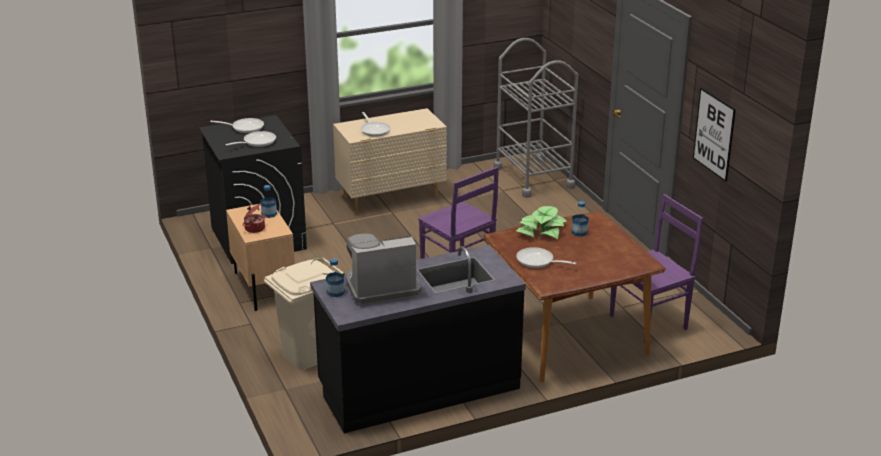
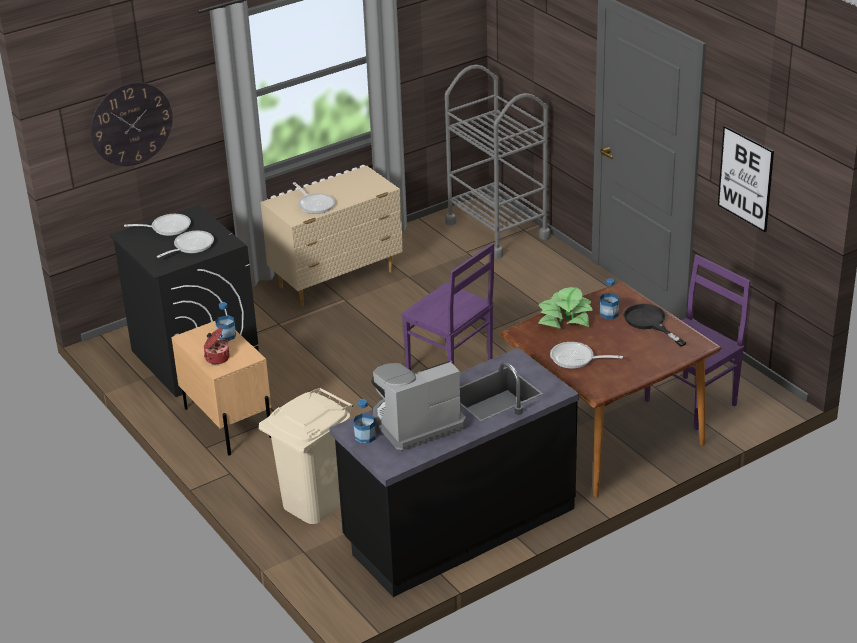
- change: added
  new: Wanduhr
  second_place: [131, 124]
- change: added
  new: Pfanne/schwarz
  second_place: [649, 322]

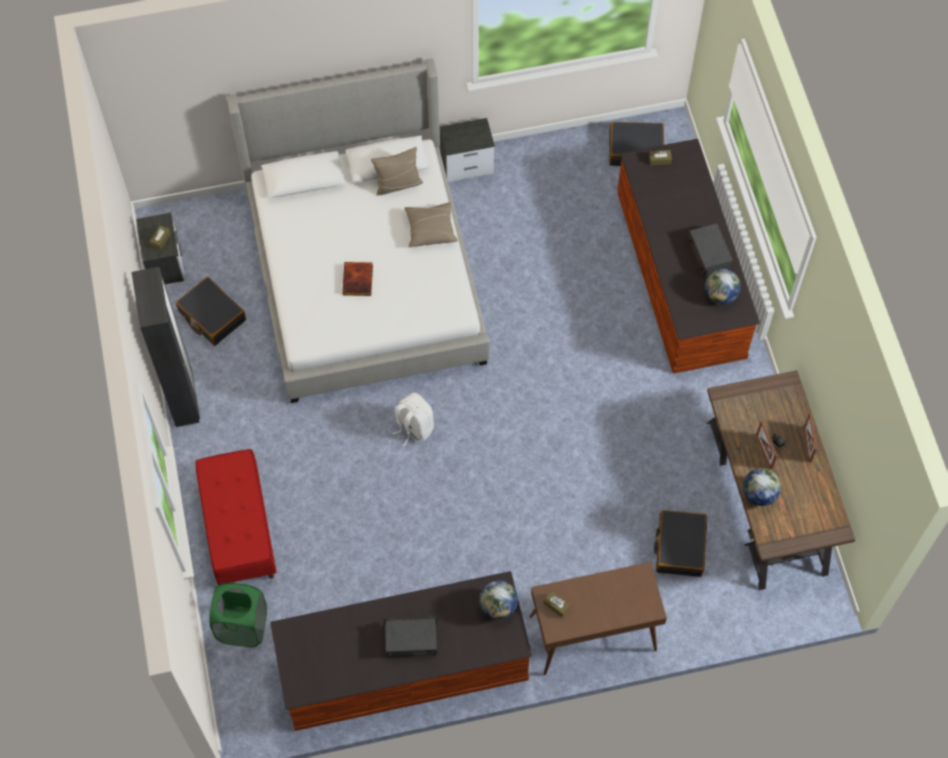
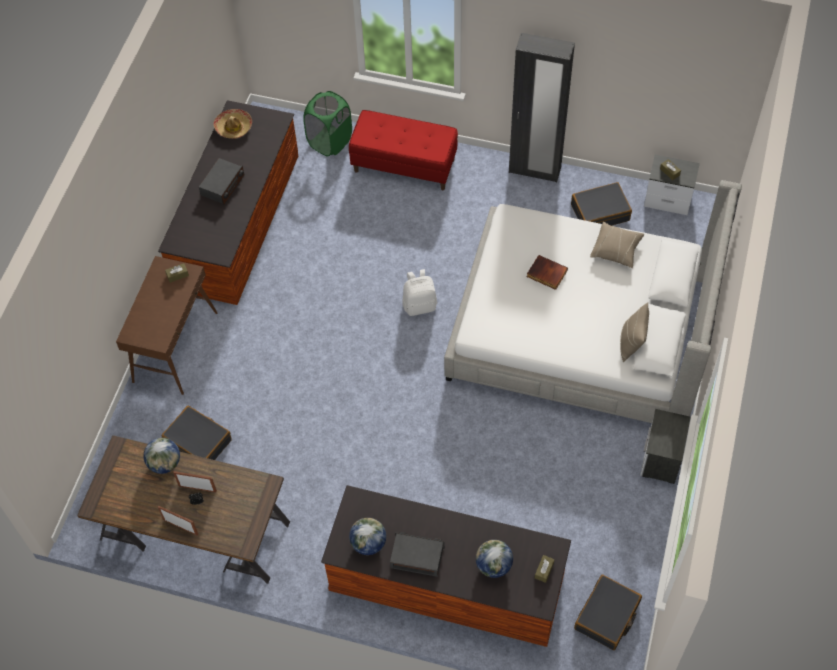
- change: added
  new: Hut
  second_place: [233, 127]
- change: moved
  old: Kissen/beige
  first_place: [430, 229]
  second_place: [616, 250]
- change: moved
  old: Globus
  first_place: [498, 606]
  second_place: [493, 565]

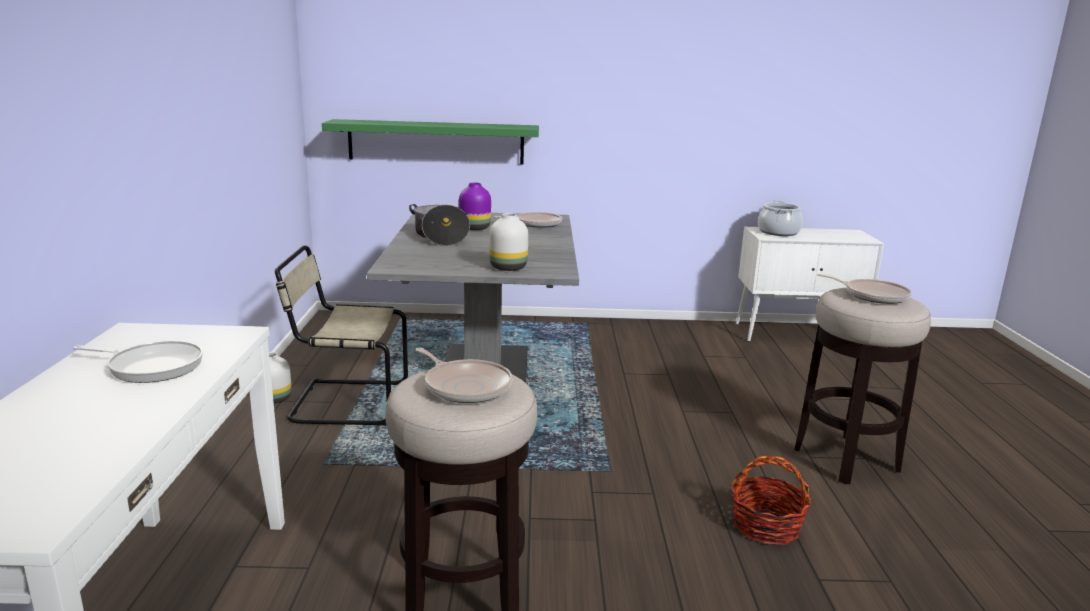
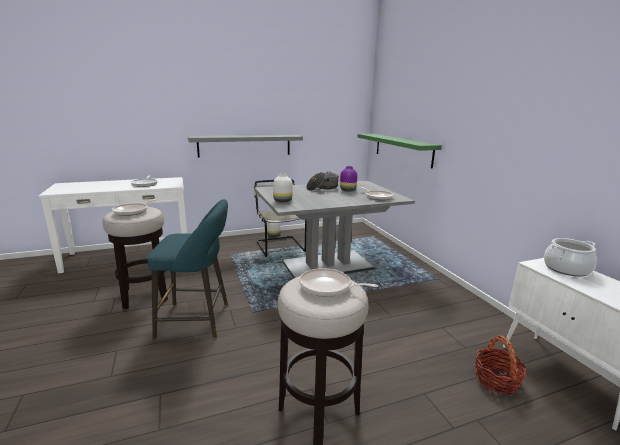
- change: added
  new: Hocker/türkis
  second_place: [198, 320]
- change: added
  new: Wandregal/grau
  second_place: [245, 145]
- change: moved
  old: Korb
  first_place: [766, 526]
  second_place: [496, 380]
- change: turned
  old: Pfanne
  first_place: [872, 295]
  second_place: [328, 287]
  degrees: 90

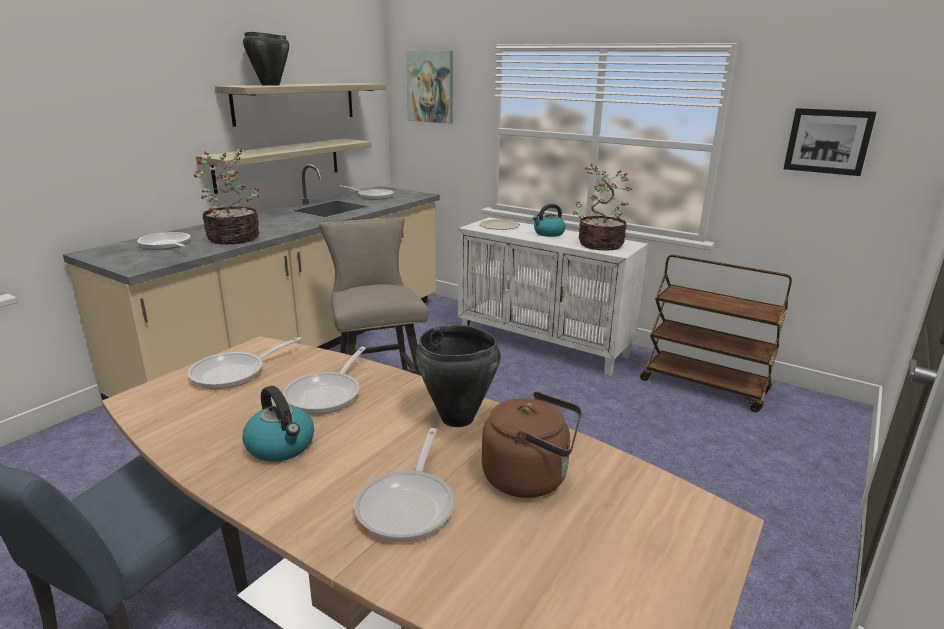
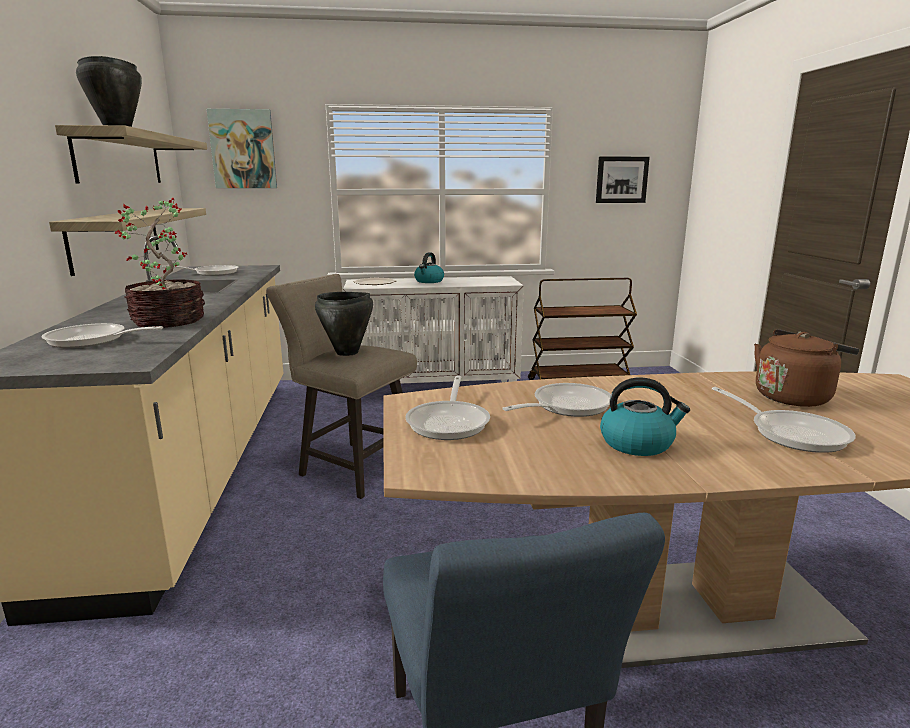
- change: removed
  old: Topfpflanze
  first_place: [599, 245]
- change: moved
  old: Kochtopf/schwarz
  first_place: [457, 419]
  second_place: [347, 353]
- change: turned
  old: Pfanne
  first_place: [327, 394]
  second_place: [566, 406]
  degrees: -105

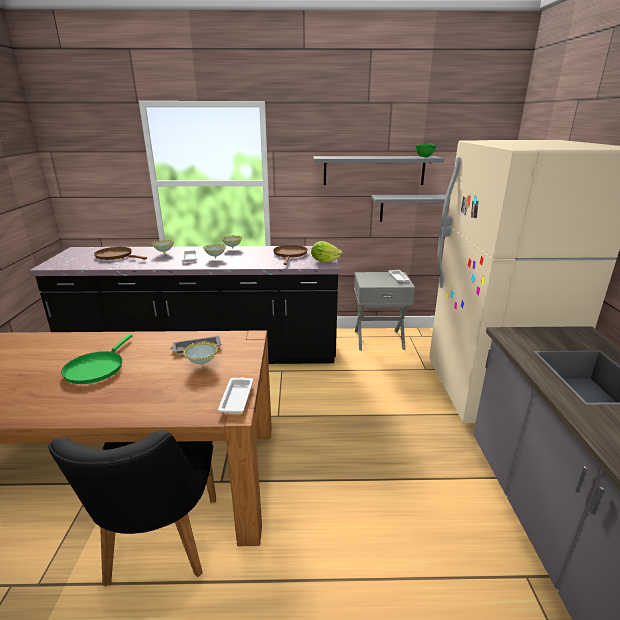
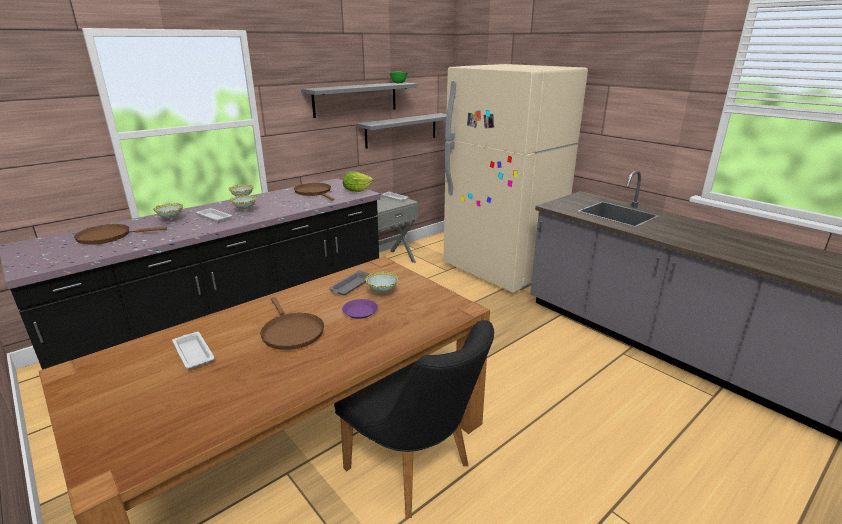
- change: added
  new: Teller/lila
  second_place: [360, 311]
- change: moved
  old: Tablett/weiß
  first_place: [237, 397]
  second_place: [193, 353]
- change: recoloured
  old: Pfanne/grün
  new: Pfanne/braun
  first_place: [96, 368]
  second_place: [291, 332]

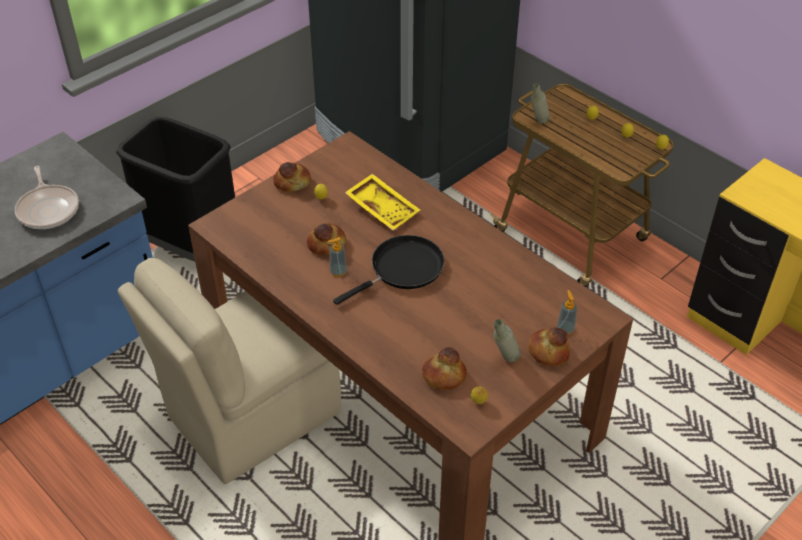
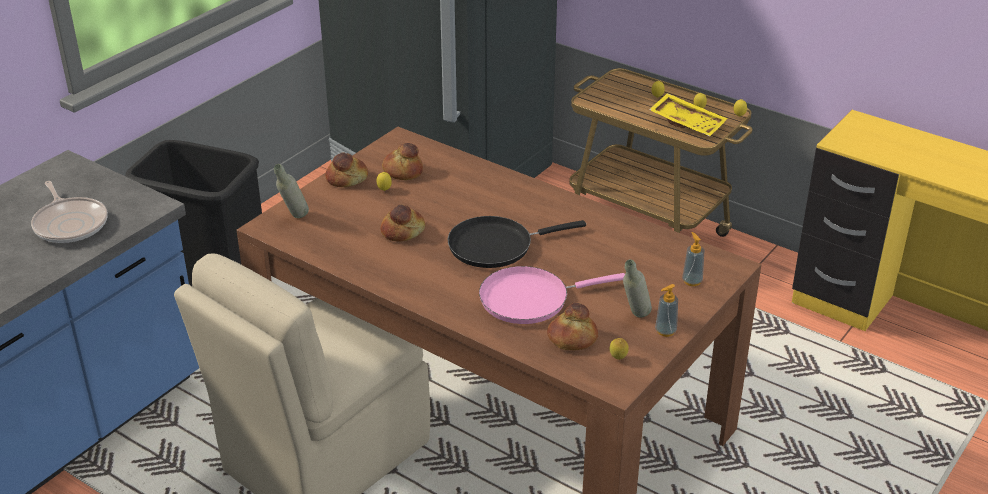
- change: added
  new: Pfanne/rosa
  second_place: [530, 299]
- change: moved
  old: Seifenspender
  first_place: [338, 271]
  second_place: [665, 331]
- change: moved
  old: Tablett/gelb
  first_place: [383, 208]
  second_place: [687, 122]
- change: moved
  old: Brot
  first_place: [548, 352]
  second_place: [403, 171]
- change: moved
  old: Flasche/grau
  first_place: [537, 124]
  second_place: [294, 219]
- change: turned
  old: Pfanne/schwarz
  first_place: [402, 269]
  second_place: [496, 246]
  degrees: -150

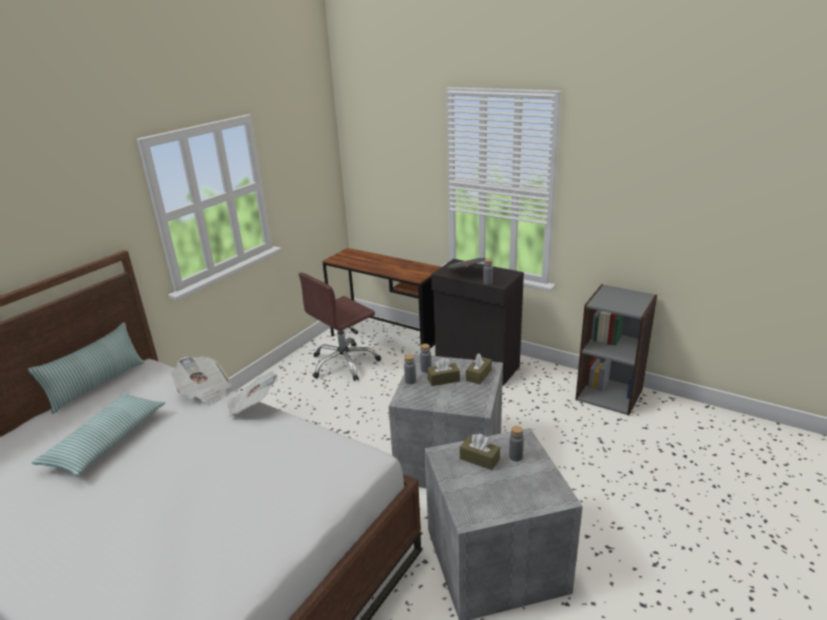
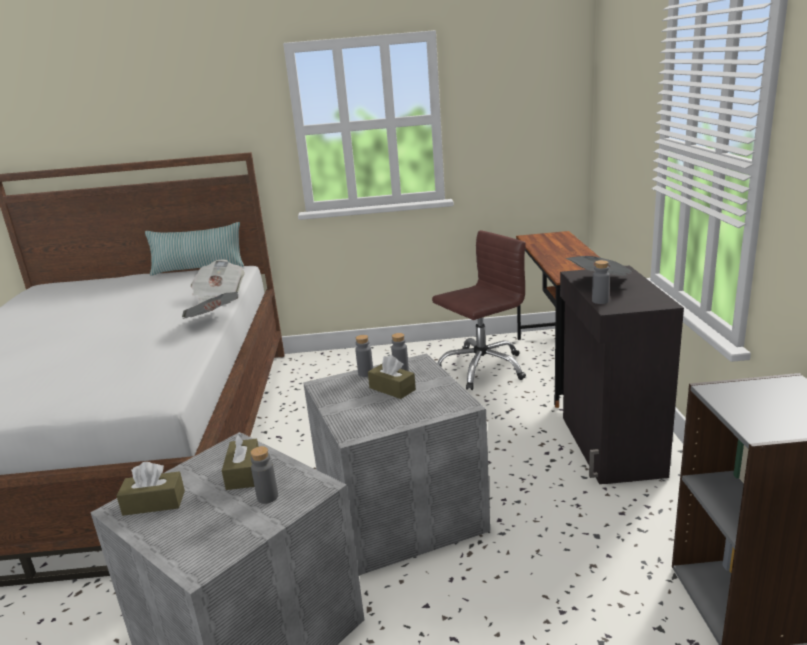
- change: removed
  old: Kissen
  first_place: [106, 441]
- change: moved
  old: Taschentuchbox/braun
  first_place: [478, 375]
  second_place: [154, 503]
- change: turned
  old: Bürostuhl/braun
  first_place: [344, 363]
  second_place: [481, 368]
  degrees: 135

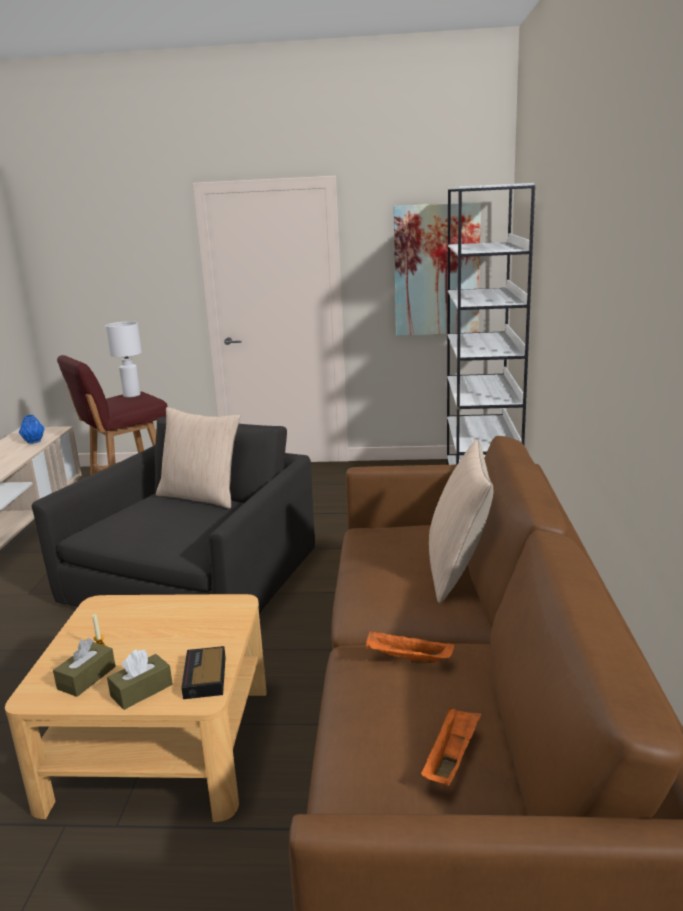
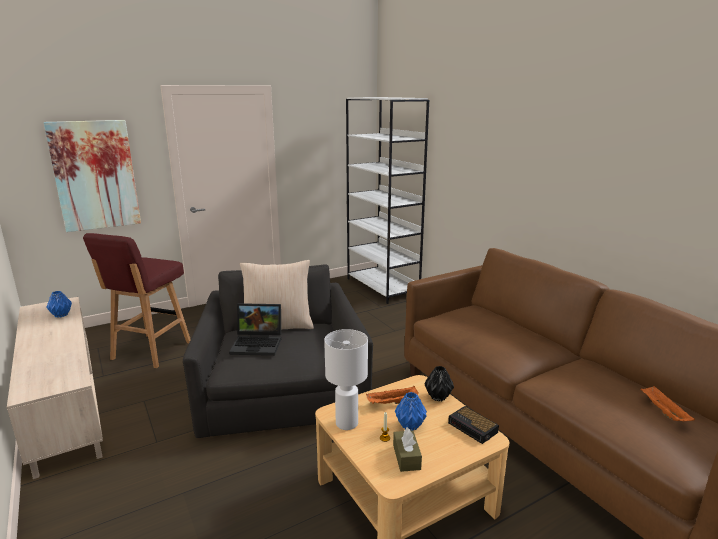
- change: removed
  old: Taschentuchbox/braun
  first_place: [141, 690]
- change: removed
  old: Kissen/beige
  first_place: [457, 570]
- change: added
  new: Laptop
  second_place: [258, 344]
- change: added
  new: Vase/blau
  second_place: [410, 426]
- change: added
  new: Vase/schwarz
  second_place: [439, 397]
- change: moved
  old: Tischlampe/weiß
  first_place: [131, 395]
  second_place: [346, 423]
- change: moved
  old: Tablett/orange
  first_place: [407, 659]
  second_place: [391, 403]
- change: moved
  old: Bild
  first_place: [436, 270]
  second_place: [95, 175]

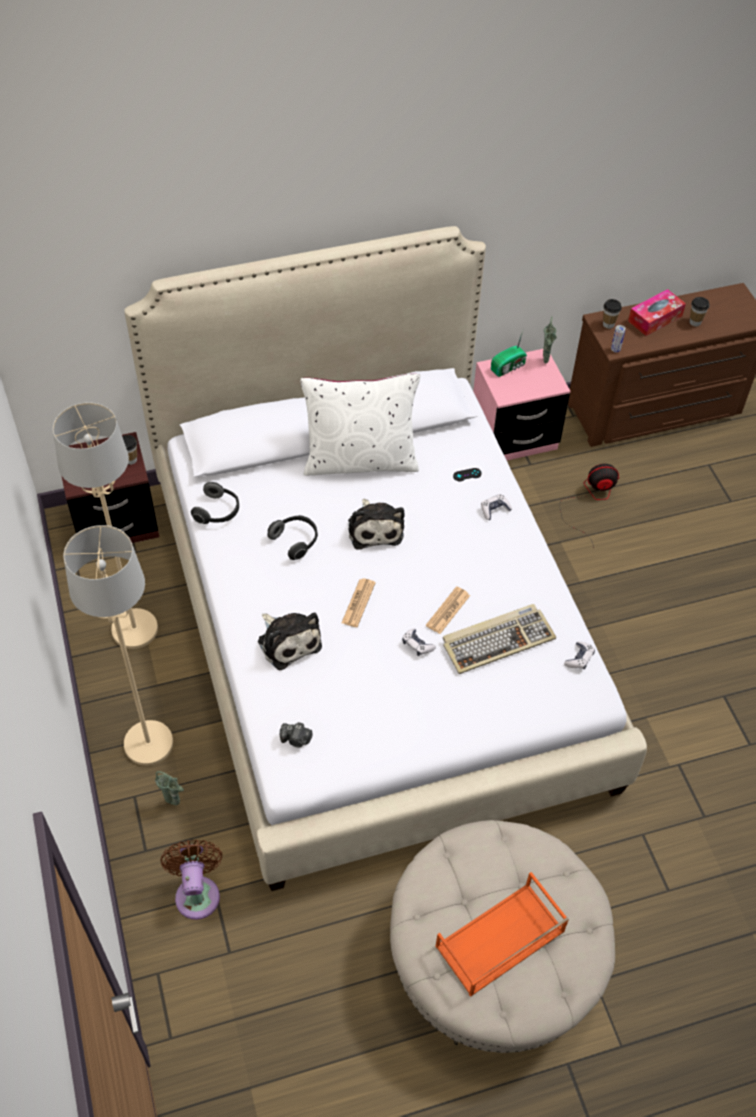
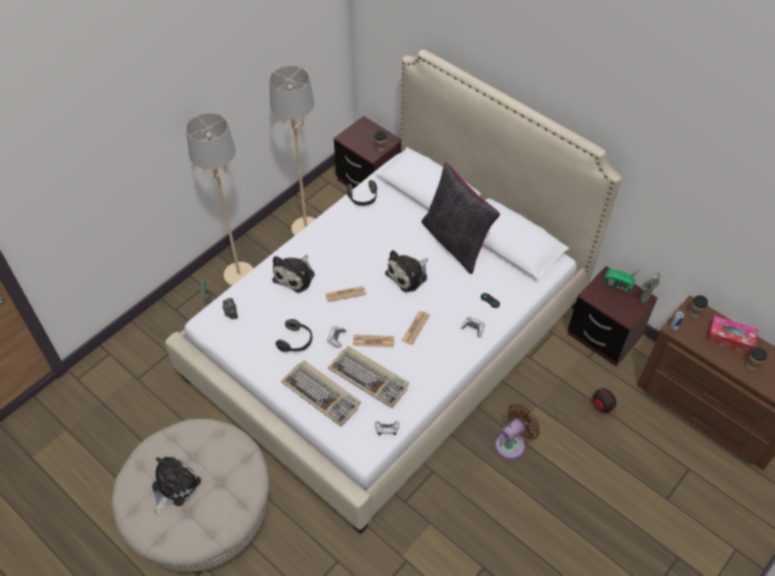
- change: added
  new: Tastatur
  second_place: [322, 394]
- change: added
  new: Zeitung
  second_place: [415, 328]
- change: moved
  old: Ventilator/braun
  first_place: [197, 892]
  second_place: [512, 443]
- change: moved
  old: Kopfhörer
  first_place: [296, 541]
  second_place: [296, 341]
- change: replaced
  old: Tablett/orange
  new: Plüschtier
  first_place: [499, 940]
  second_place: [174, 486]
- change: recoloured
  old: Kissen/weiß
  new: Kissen/schwarz
  first_place: [360, 460]
  second_place: [456, 242]
- change: recoloured
  old: Nachttisch/rosa
  new: Nachttisch/braun
  first_place: [513, 436]
  second_place: [603, 336]

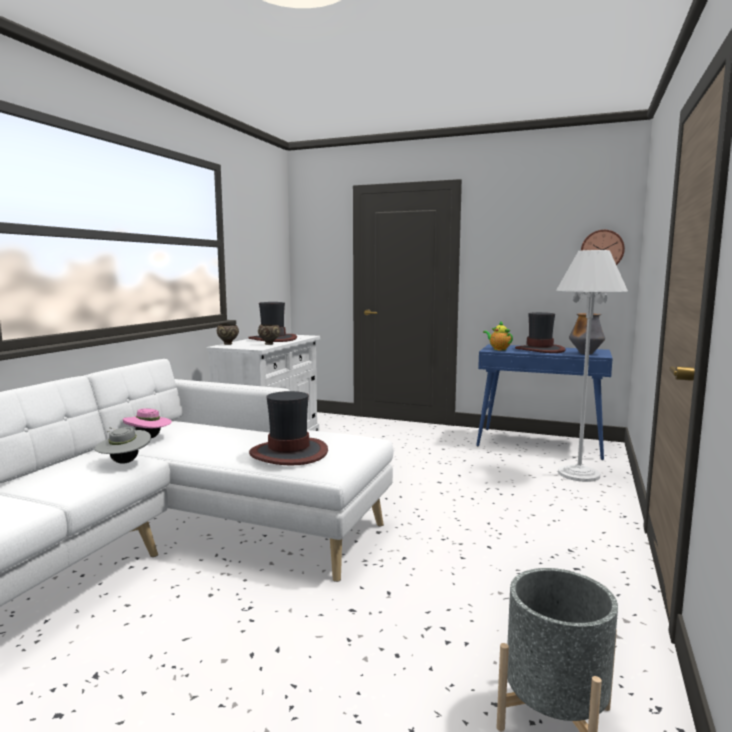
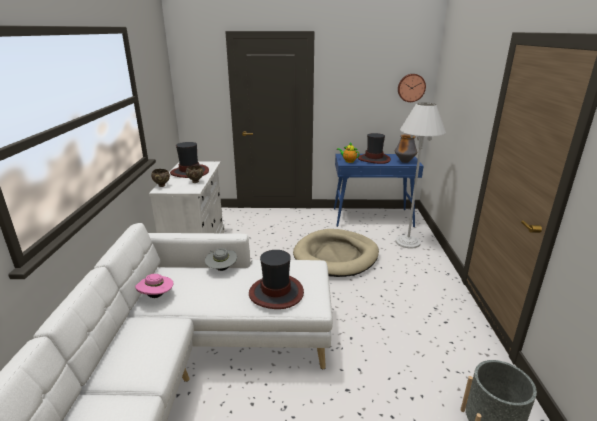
- change: added
  new: Hundebett/beige
  second_place: [336, 256]
- change: moved
  old: Hut/grau
  first_place: [124, 462]
  second_place: [221, 269]

